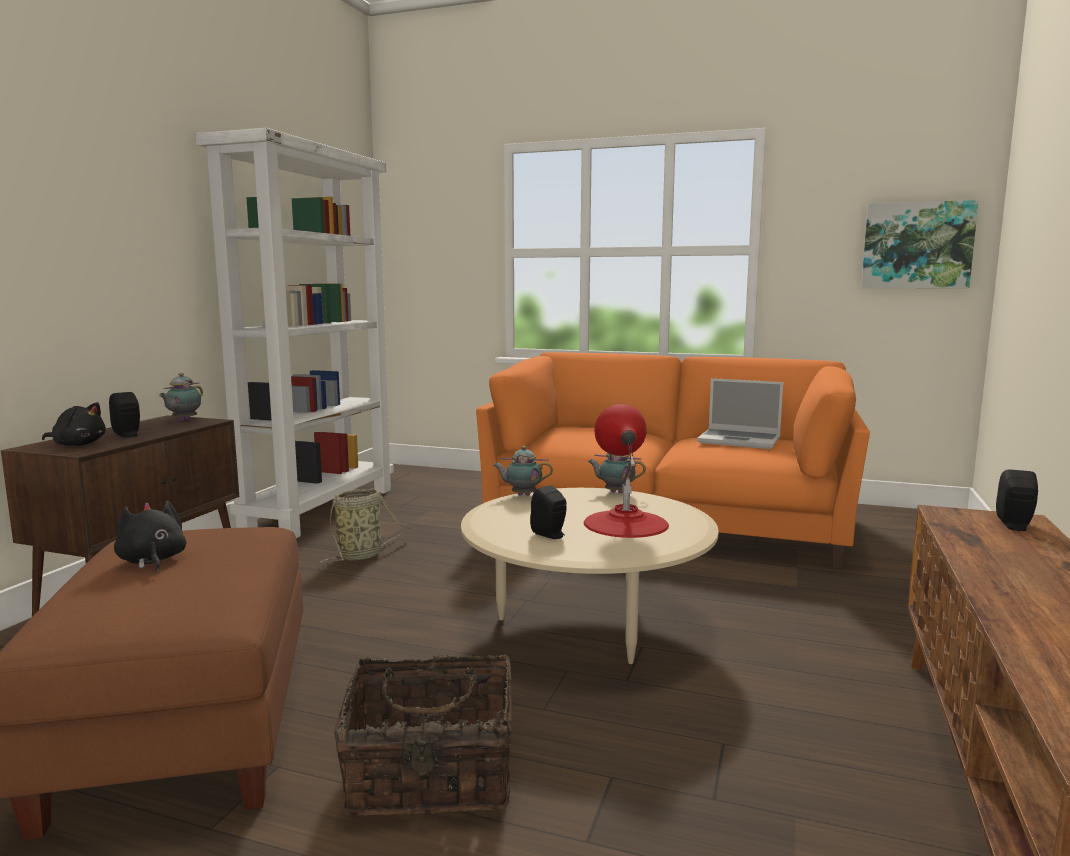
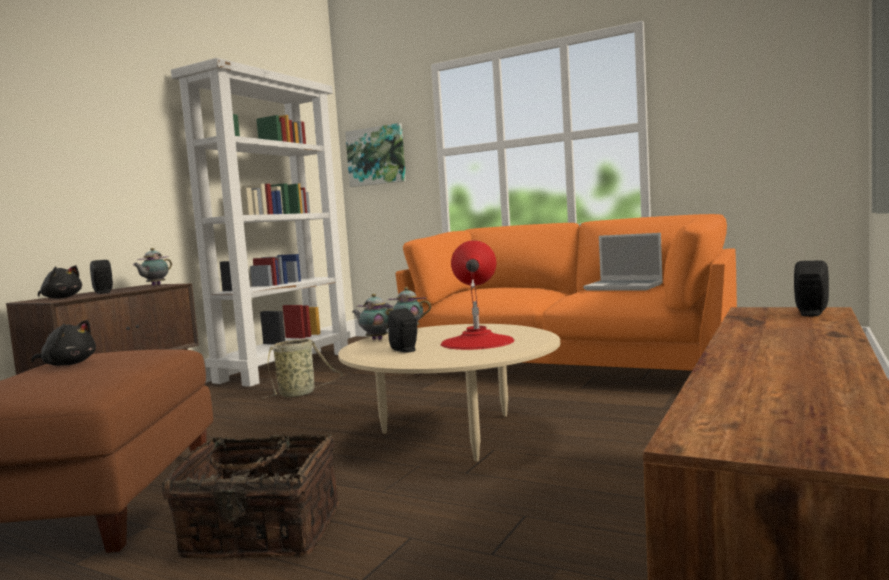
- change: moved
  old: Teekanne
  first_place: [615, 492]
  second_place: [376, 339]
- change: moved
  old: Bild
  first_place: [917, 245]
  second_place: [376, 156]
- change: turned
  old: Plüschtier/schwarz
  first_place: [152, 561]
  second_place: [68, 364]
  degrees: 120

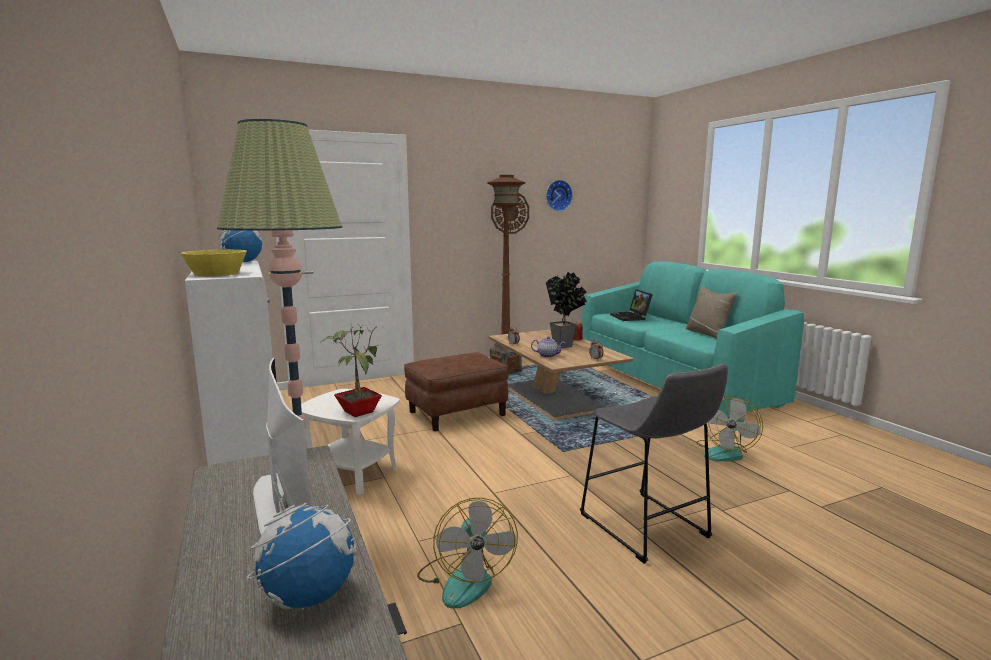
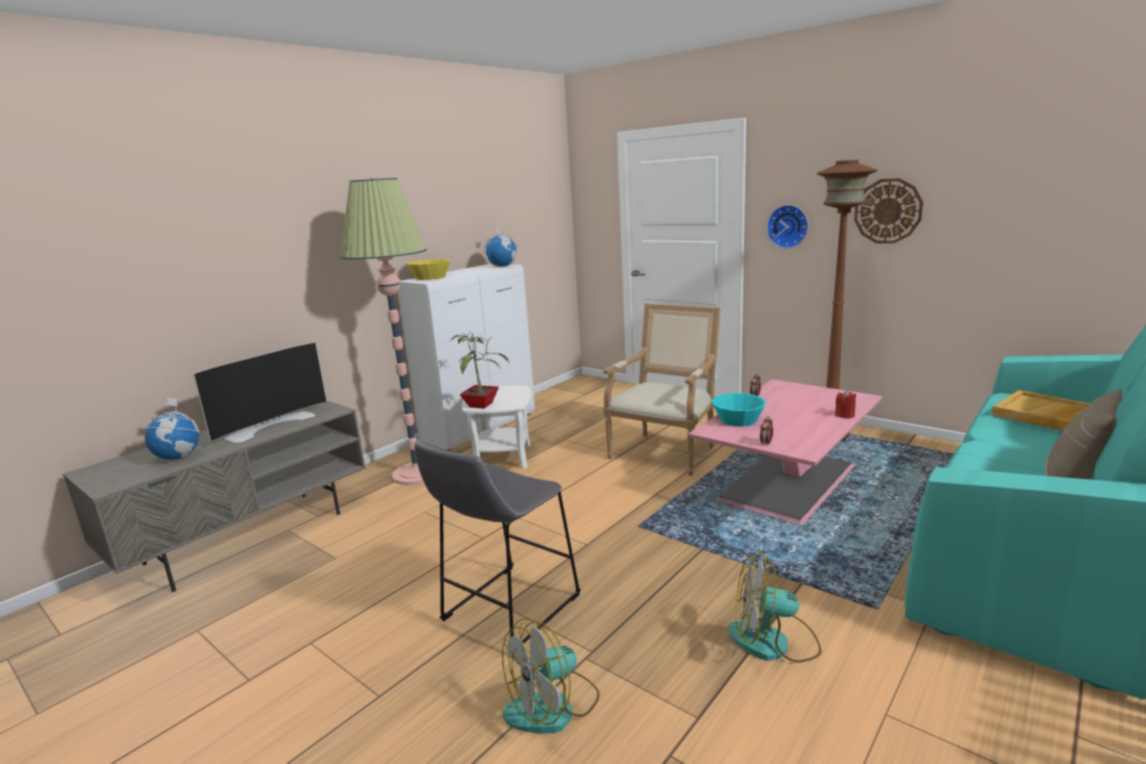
- change: removed
  old: Topfpflanze
  first_place: [565, 346]
- change: moved
  old: Ventilator
  first_place: [464, 579]
  second_place: [553, 706]
- change: moved
  old: Wanduhr
  first_place: [558, 195]
  second_place: [788, 226]
- change: replaced
  old: Polsterhocker/braun
  new: Sessel
  first_place: [457, 413]
  second_place: [665, 452]
- change: replaced
  old: Teekanne
  new: Schüssel/türkis
  first_place: [547, 355]
  second_place: [738, 419]
- change: replaced
  old: Laptop
  new: Tablett/beige
  first_place: [631, 317]
  second_place: [1043, 414]
- change: recoloured
  old: Couchtisch/braun
  new: Couchtisch/rosa
  first_place: [554, 398]
  second_place: [787, 483]

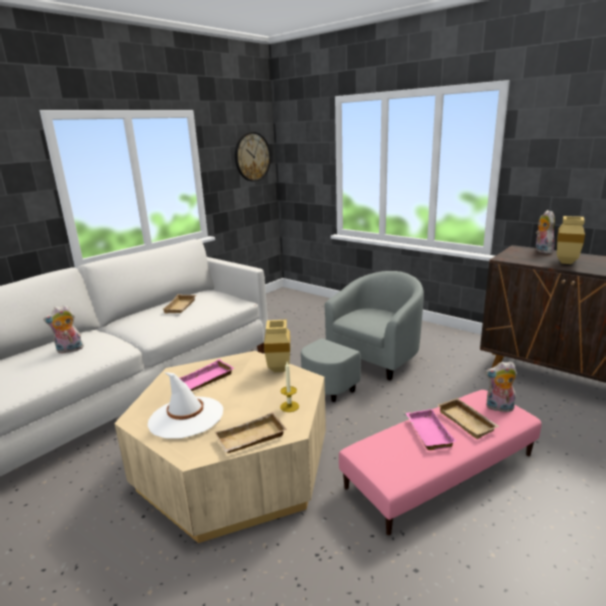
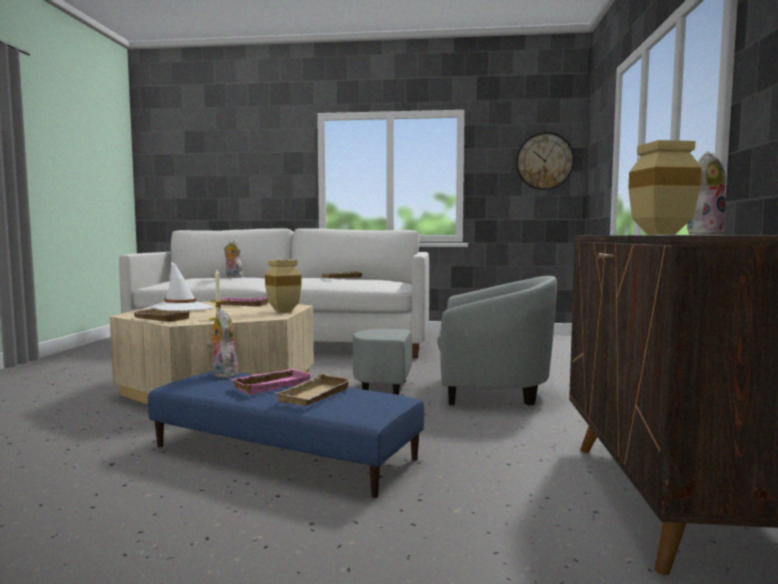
- change: moved
  old: Plüschtier
  first_place: [499, 408]
  second_place: [222, 374]
- change: recoloured
  old: Polsterhocker/rosa
  new: Polsterhocker/blau
  first_place: [440, 470]
  second_place: [284, 452]

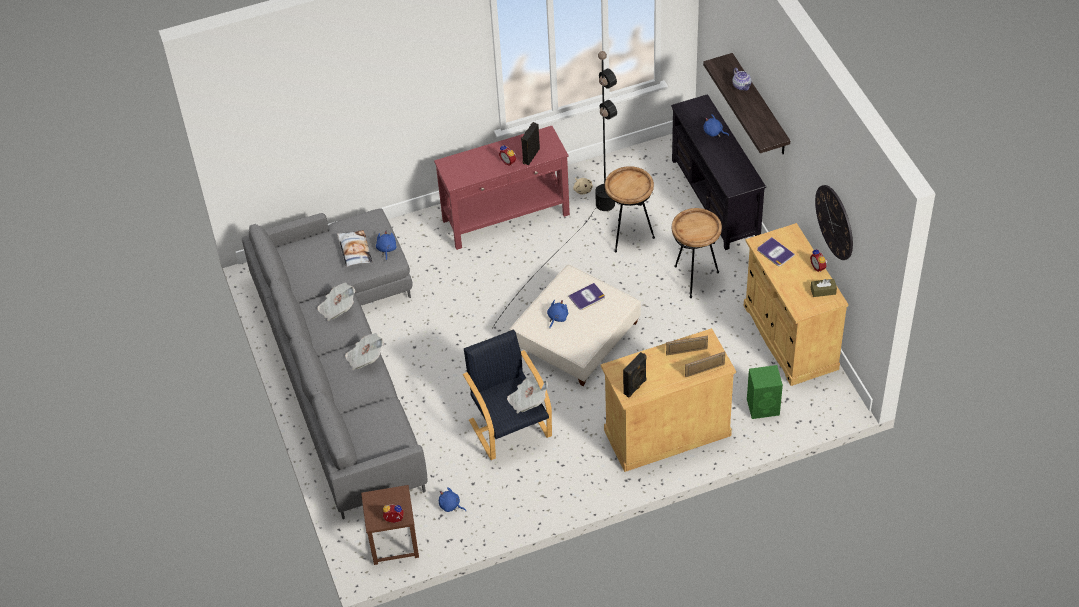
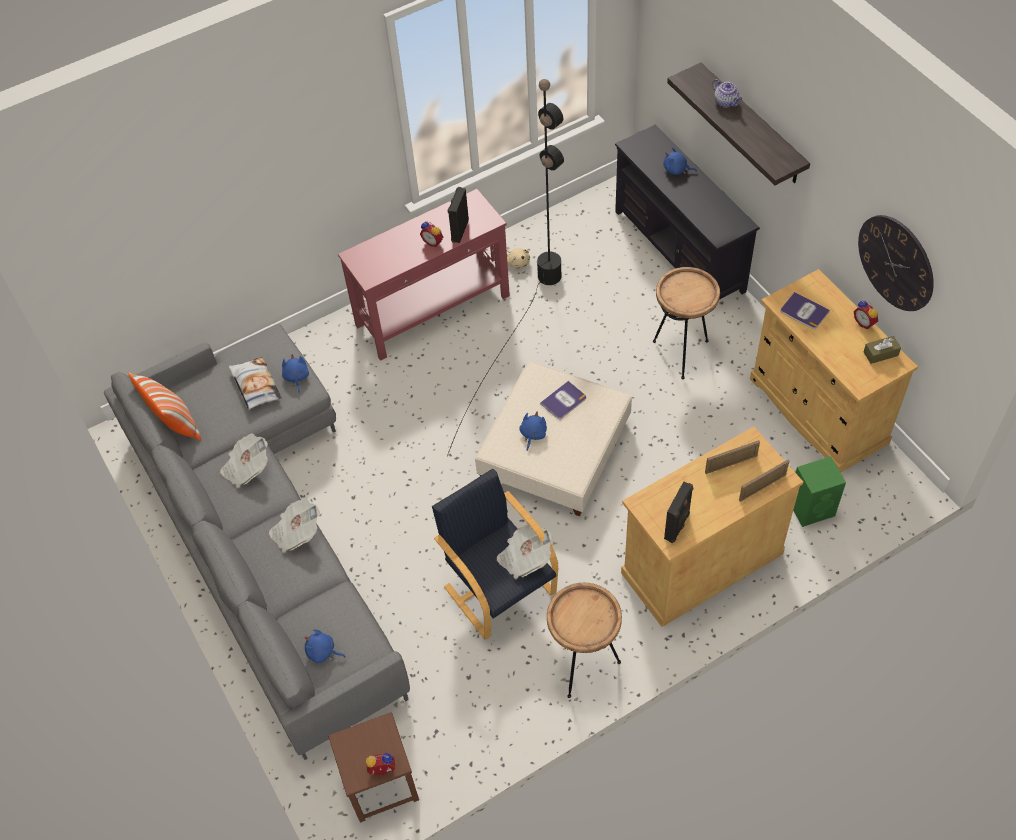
- change: added
  new: Kissen
  second_place: [175, 424]
- change: moved
  old: Plüschtier/blau
  first_place: [451, 506]
  second_place: [323, 652]
- change: moved
  old: Beistelltisch/braun
  first_place: [629, 236]
  second_place: [583, 665]

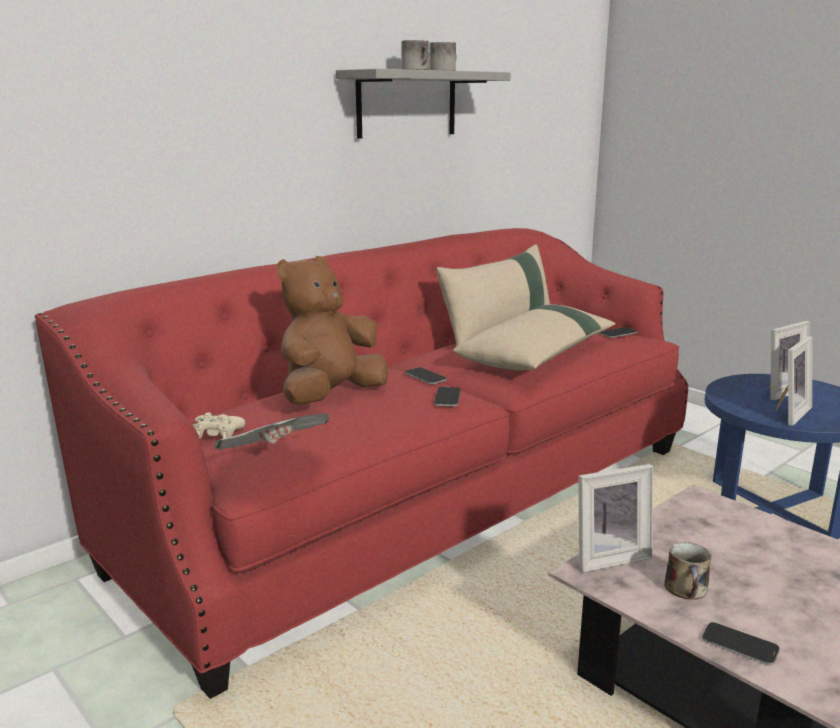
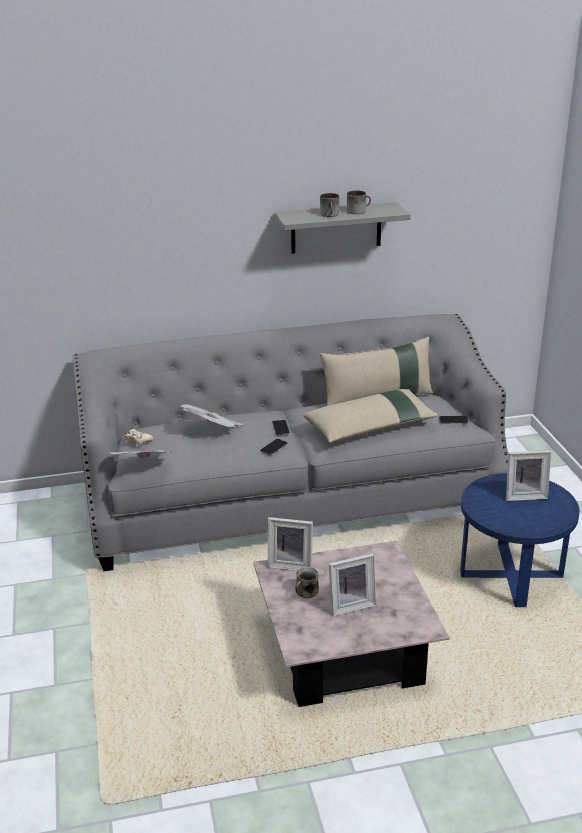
- change: removed
  old: Handy
  first_place: [739, 645]
- change: moved
  old: Bilderrahmen
  first_place: [788, 413]
  second_place: [350, 604]
- change: replaced
  old: Plüschtier/braun
  new: Zeitung
  first_place: [330, 397]
  second_place: [213, 430]
- change: recoloured
  old: Sofa/rot
  new: Sofa/grau
  first_place: [419, 502]
  second_place: [292, 501]

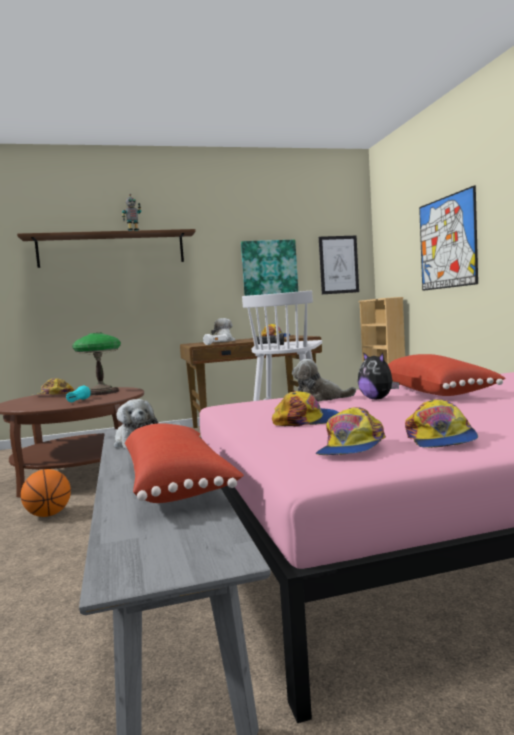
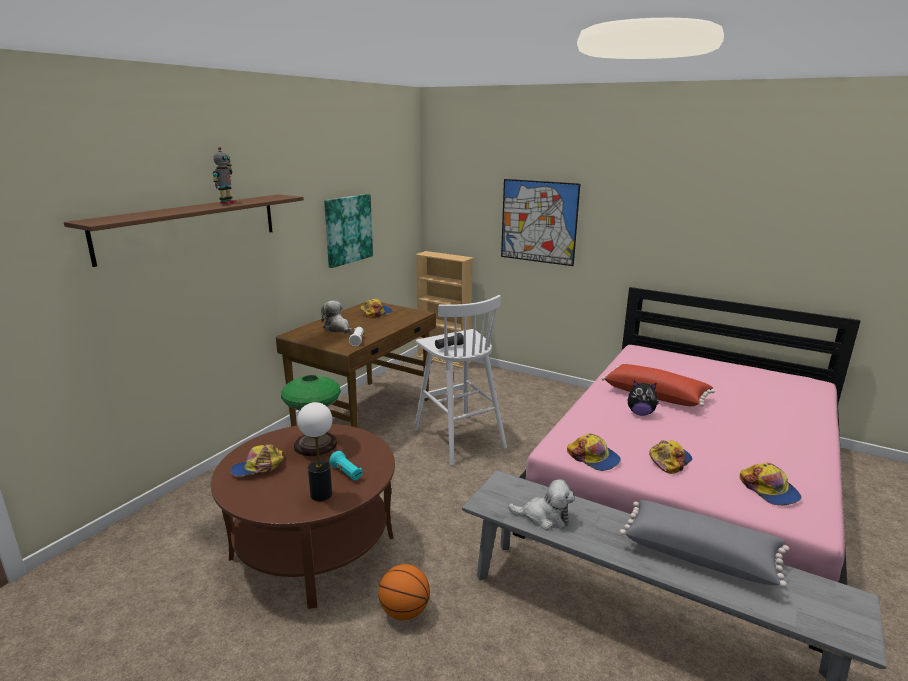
- change: removed
  old: Plüschtier
  first_place: [320, 399]
- change: removed
  old: Bild
  first_place: [338, 264]
- change: added
  new: Tischlampe
  second_place: [321, 494]
- change: moved
  old: Kappe
  first_place: [440, 439]
  second_place: [594, 458]
- change: recoloured
  old: Kissen/rot
  new: Kissen/grau
  first_place: [177, 484]
  second_place: [700, 554]

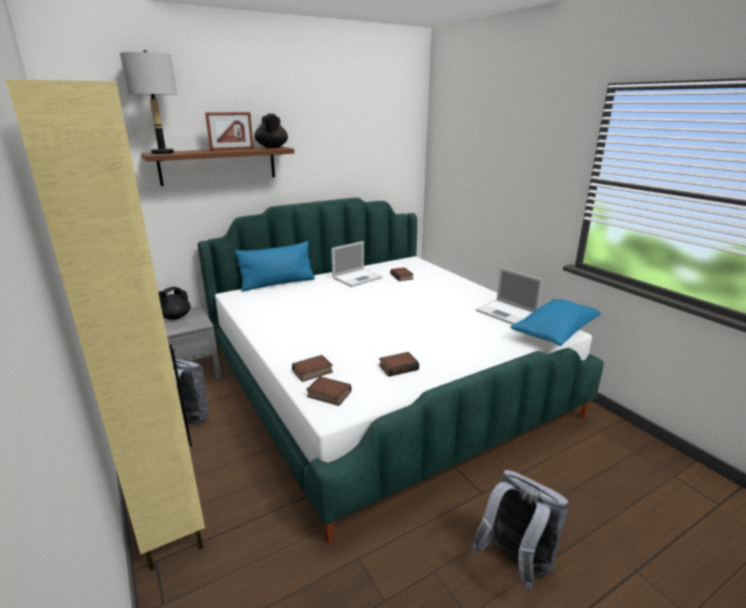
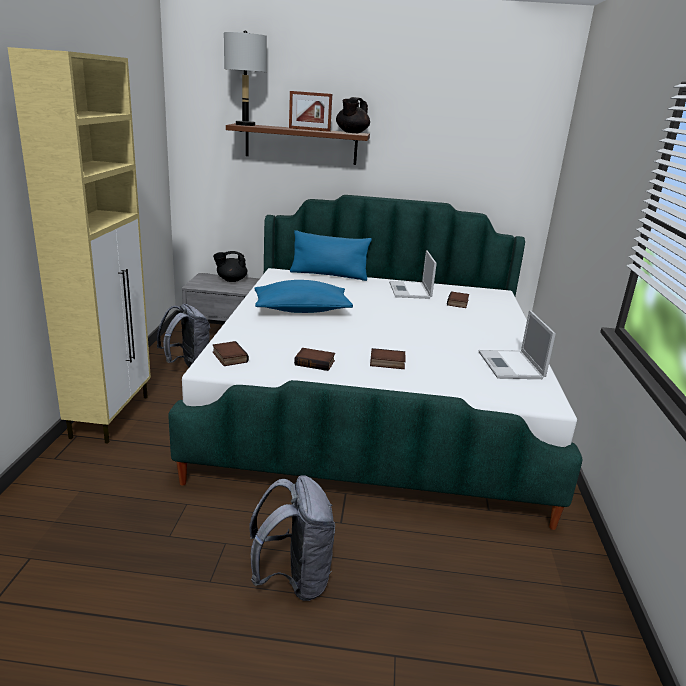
- change: moved
  old: Buch
  first_place: [312, 372]
  second_place: [386, 363]
- change: moved
  old: Kissen/blau
  first_place: [554, 333]
  second_place: [301, 310]
- change: turned
  old: Laptop
  first_place: [358, 278]
  second_place: [410, 291]
  degrees: 90

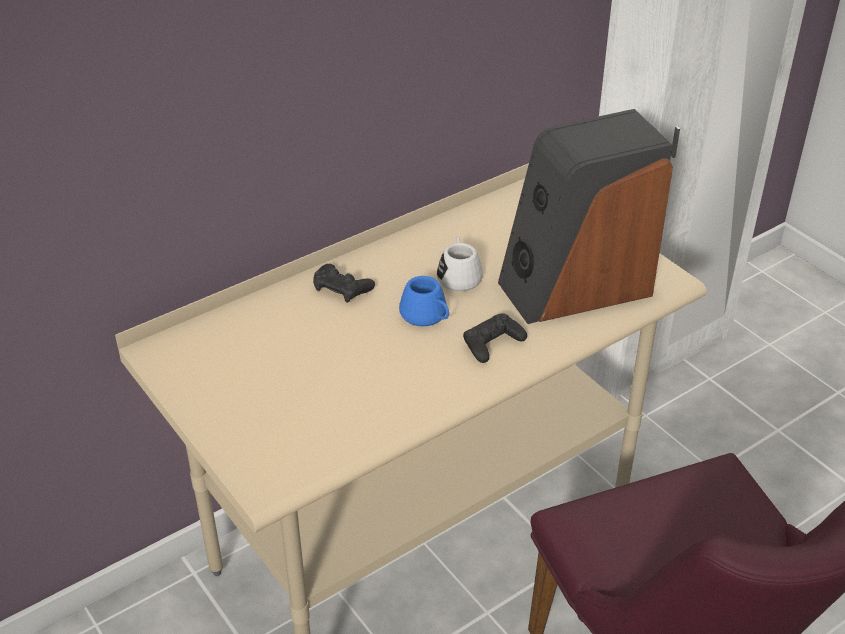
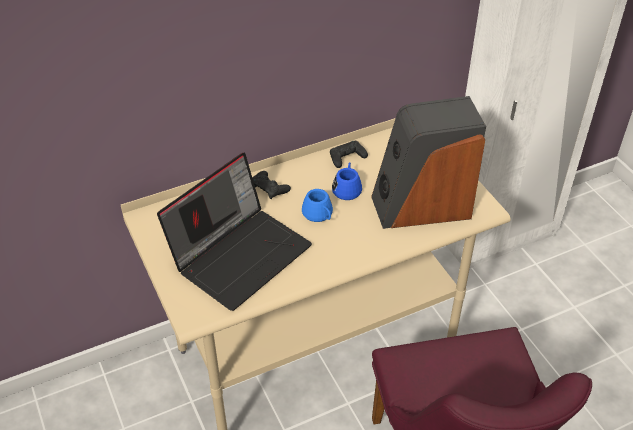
- change: added
  new: Laptop
  second_place: [240, 254]
- change: moved
  old: Gamepad/schwarz
  first_place: [492, 343]
  second_place: [347, 157]
- change: recoloured
  old: Henkelbecher/weiß
  new: Henkelbecher/blau
  first_place: [459, 275]
  second_place: [347, 188]

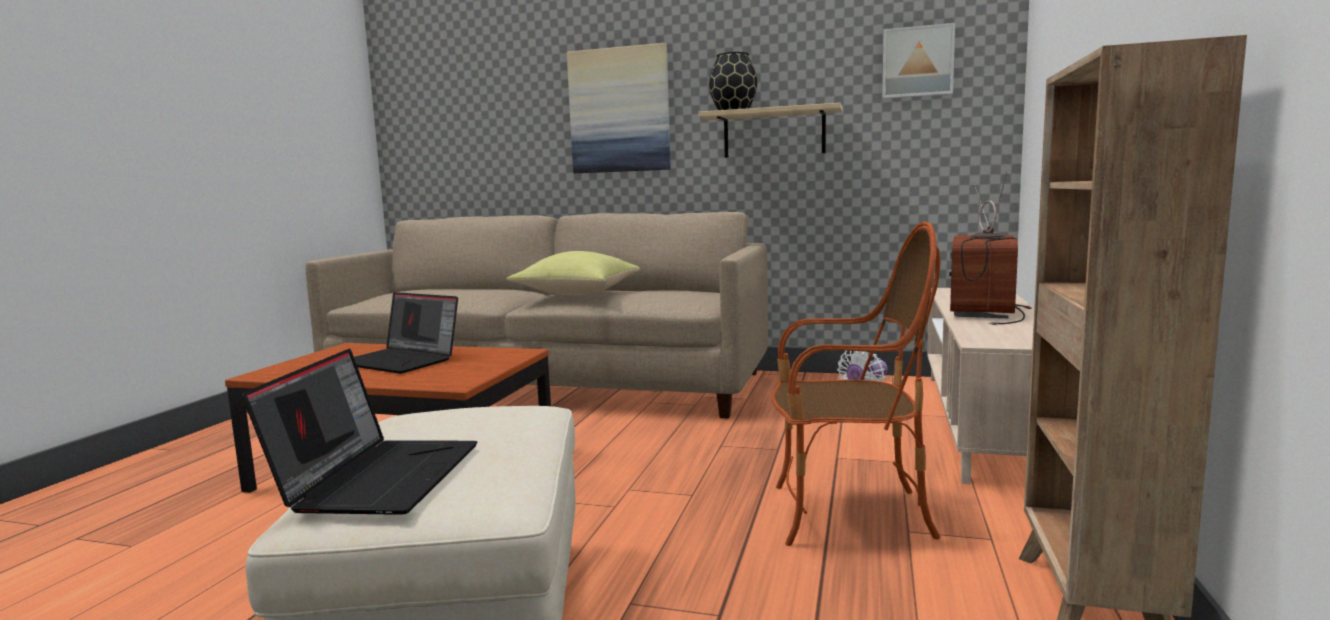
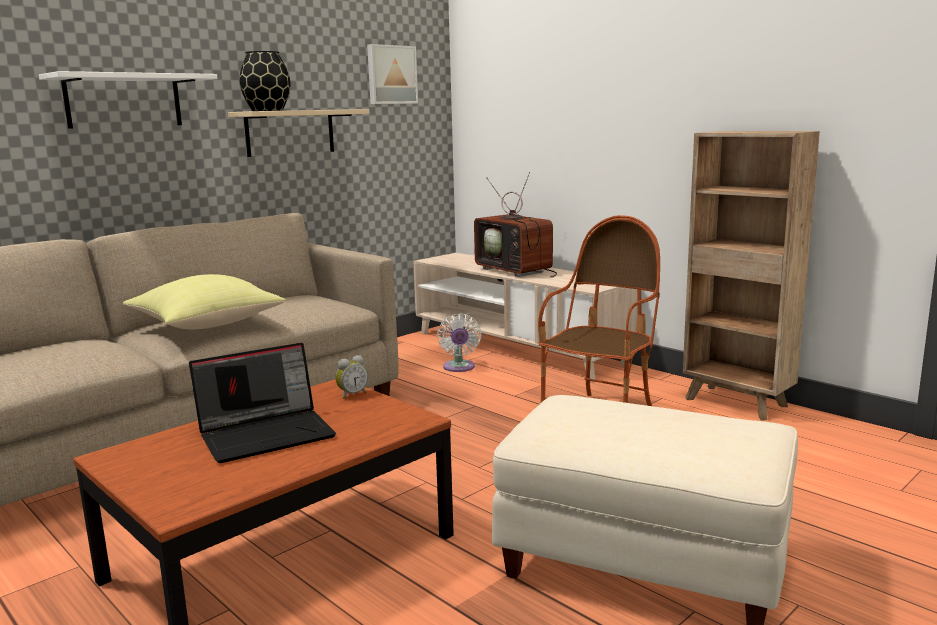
- change: removed
  old: Laptop
  first_place: [379, 476]
- change: added
  new: Wecker
  second_place: [352, 394]
- change: replaced
  old: Bild
  new: Wandregal/weiß
  first_place: [619, 110]
  second_place: [124, 101]

